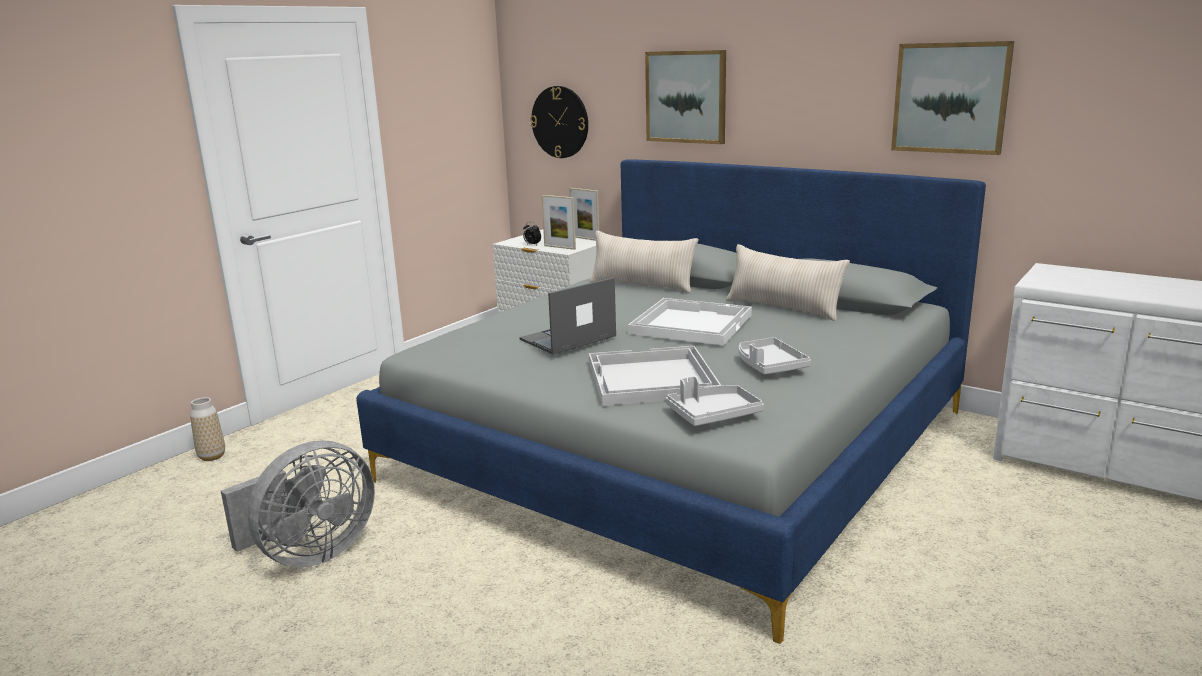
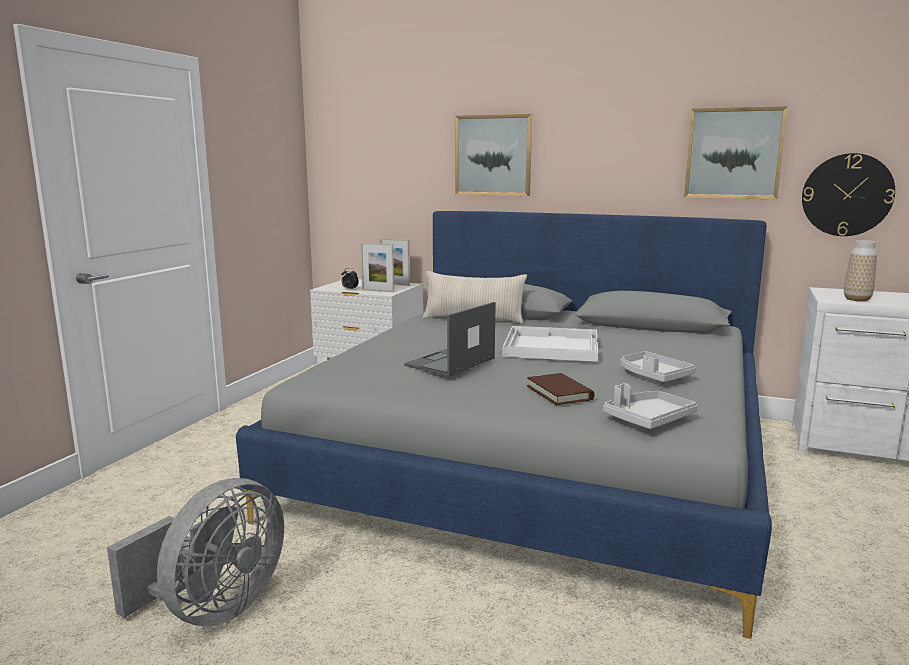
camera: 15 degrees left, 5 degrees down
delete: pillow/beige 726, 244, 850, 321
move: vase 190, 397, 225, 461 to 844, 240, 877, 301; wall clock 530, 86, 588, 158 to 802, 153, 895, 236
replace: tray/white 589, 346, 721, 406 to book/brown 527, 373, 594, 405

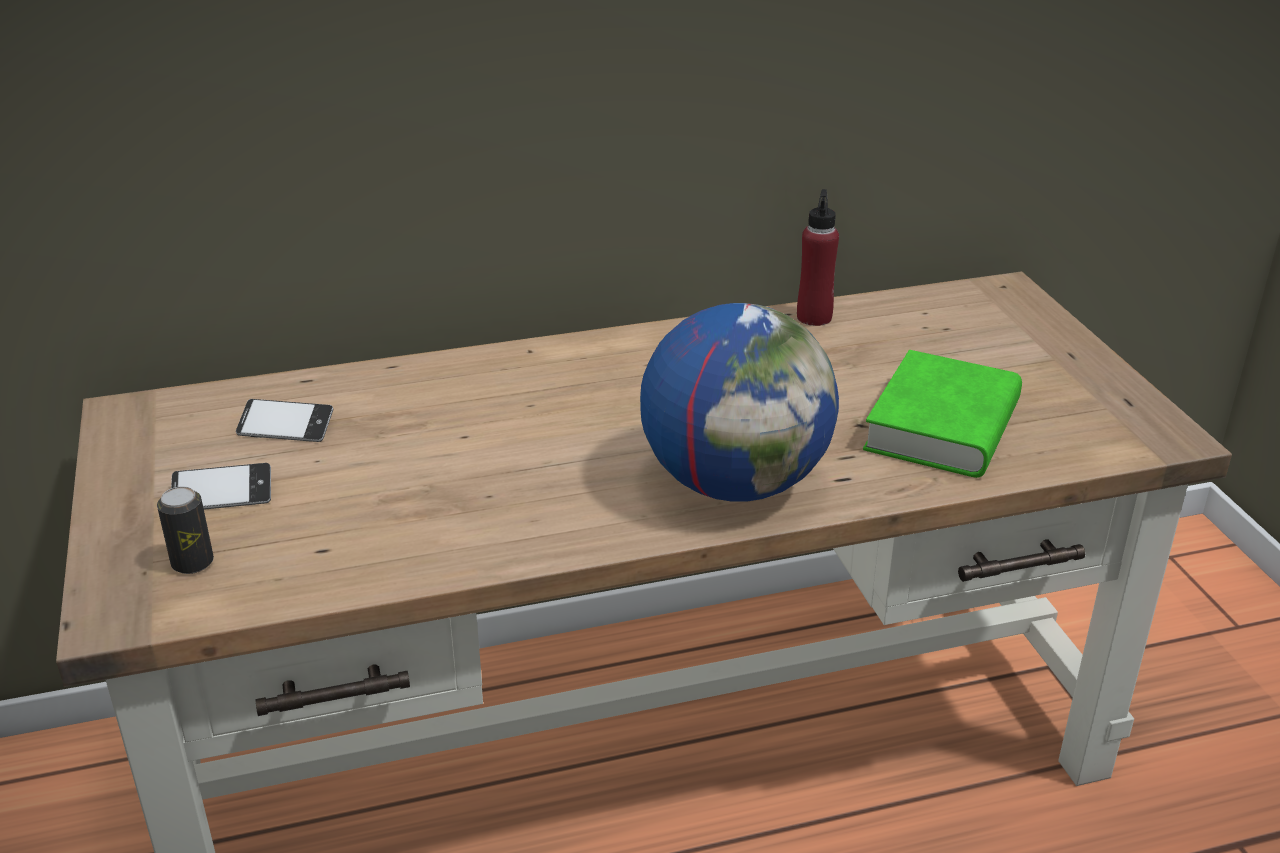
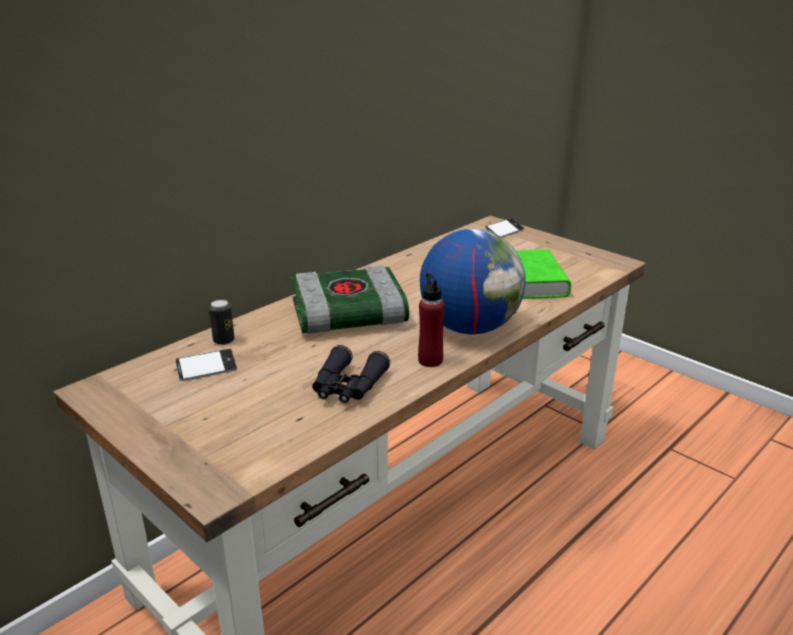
camera: 30 degrees left, 5 degrees down
insert: book 291, 265, 409, 334; binoculars/black 312, 345, 390, 403
move: can 157, 486, 214, 574 to 209, 299, 235, 345; phone 171, 463, 271, 510 to 485, 218, 524, 237; bottle/red 797, 189, 839, 326 to 418, 273, 445, 367

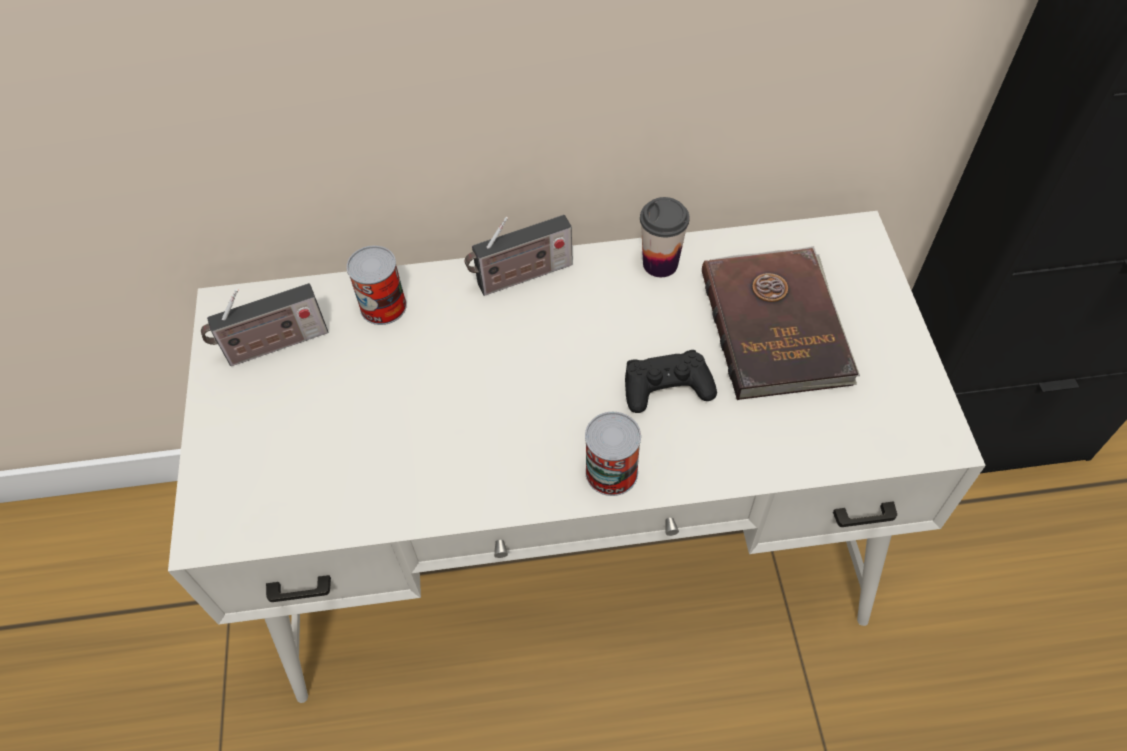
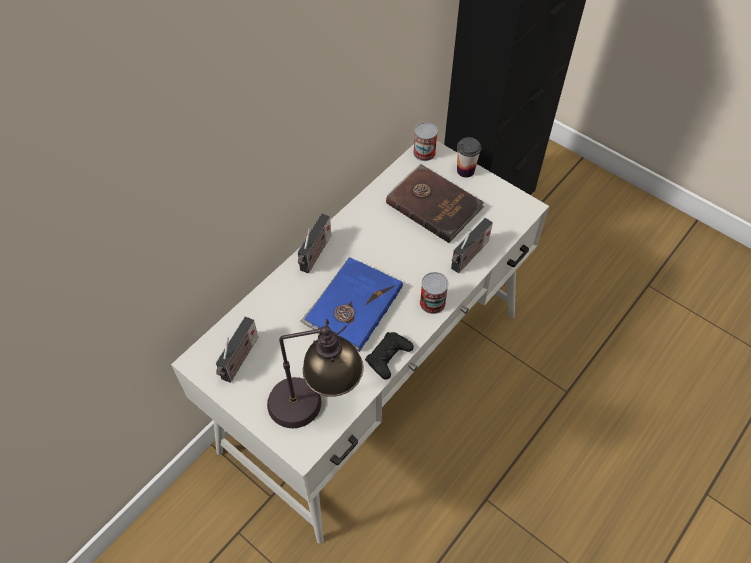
camera: 45 degrees left, 0 degrees up
insert: table lamp 267, 319, 363, 428; book/blue 300, 257, 403, 352; radio 451, 218, 493, 273
move: can 346, 246, 407, 325 to 413, 122, 438, 161; game controller/black 625, 350, 717, 413 to 365, 332, 414, 380; cup 640, 197, 689, 277 to 457, 137, 481, 178

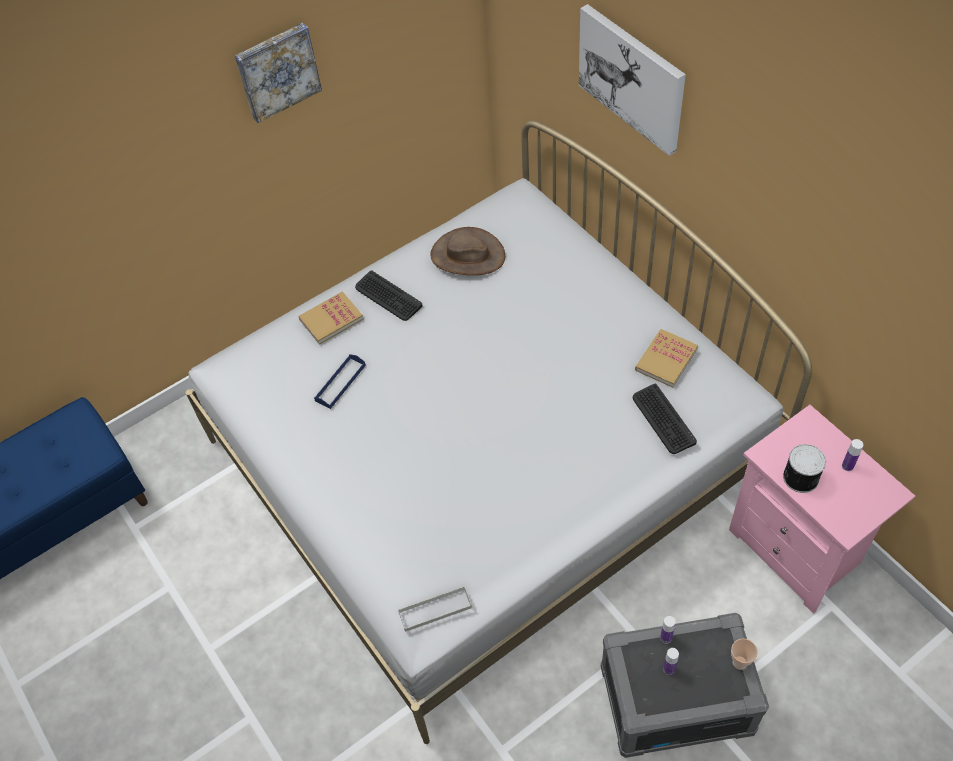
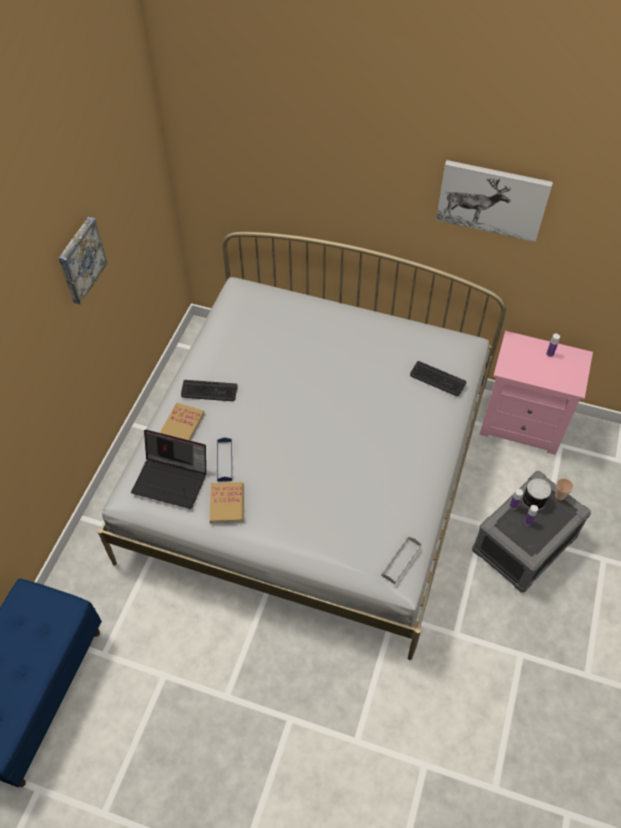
camera: 40 degrees left, 0 degrees up
delete: hat/brown 430, 227, 505, 275
insert: laptop 131, 430, 206, 509
move: picture 579, 4, 686, 156 to 436, 160, 553, 242; book 635, 329, 698, 388 to 210, 482, 244, 524; can 783, 444, 826, 493 to 522, 478, 551, 510

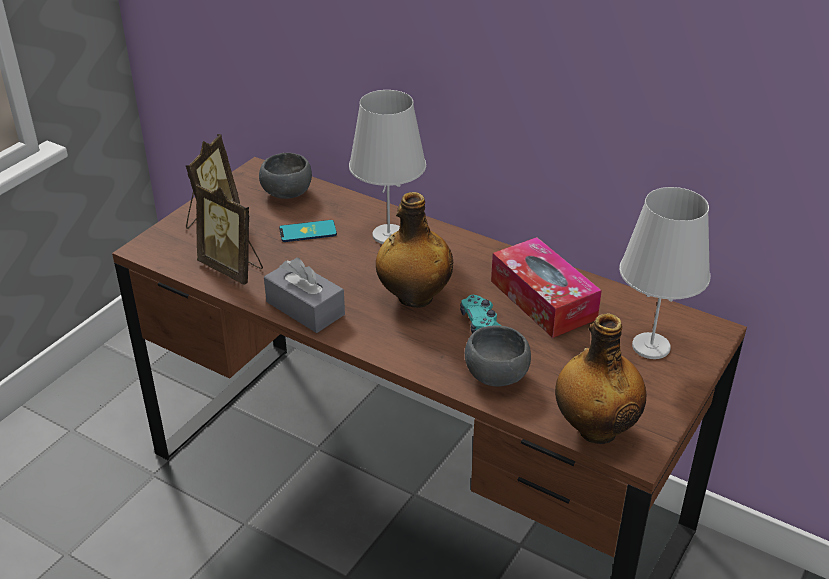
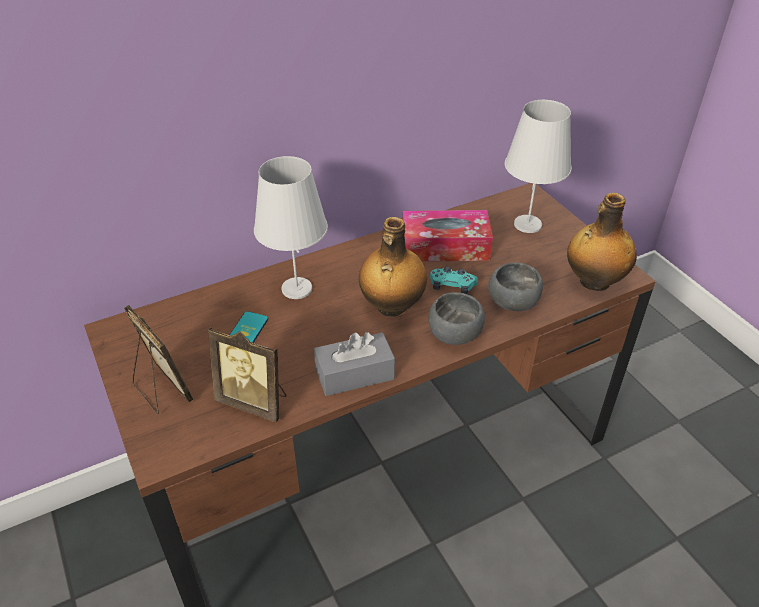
camera: 60 degrees left, 5 degrees up
move: bowl/grey 259, 153, 312, 199 to 428, 292, 485, 345
rotate: picture frame 196, 184, 263, 285 = 208, 327, 286, 422 45 degrees clockwise

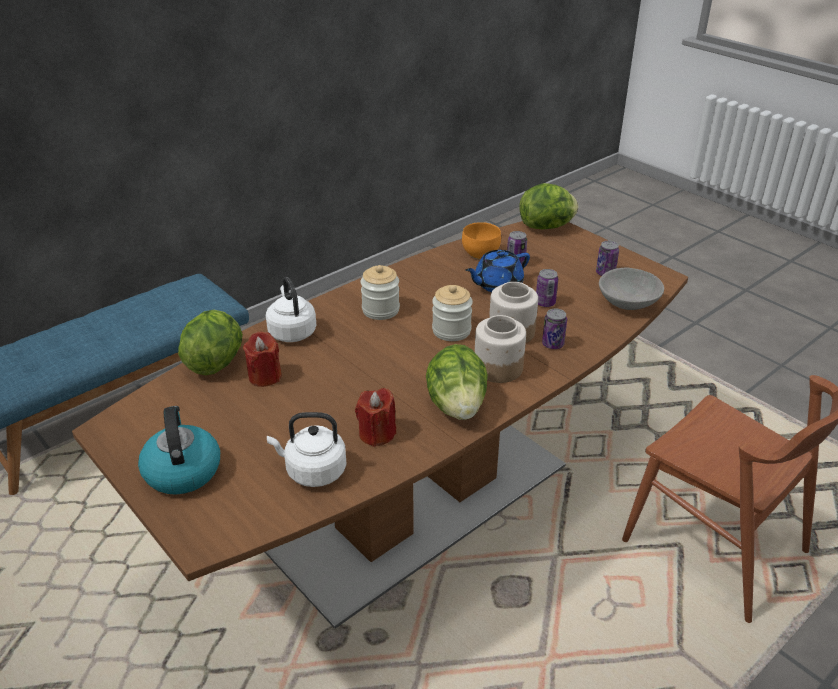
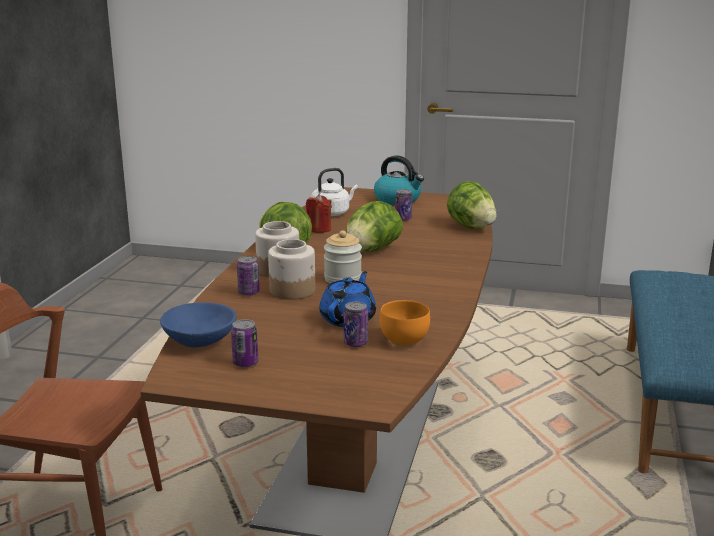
camera: 145 degrees right, 15 degrees down
delete: candle/red 243, 331, 282, 387; kettle/white 266, 277, 316, 342; jar 361, 265, 400, 320
move: lettuce 520, 183, 578, 229 to 346, 201, 403, 252; can 536, 269, 558, 307 to 395, 189, 412, 221
recolor: bowl/grey 599, 268, 664, 310 to bowl/blue 160, 302, 236, 347

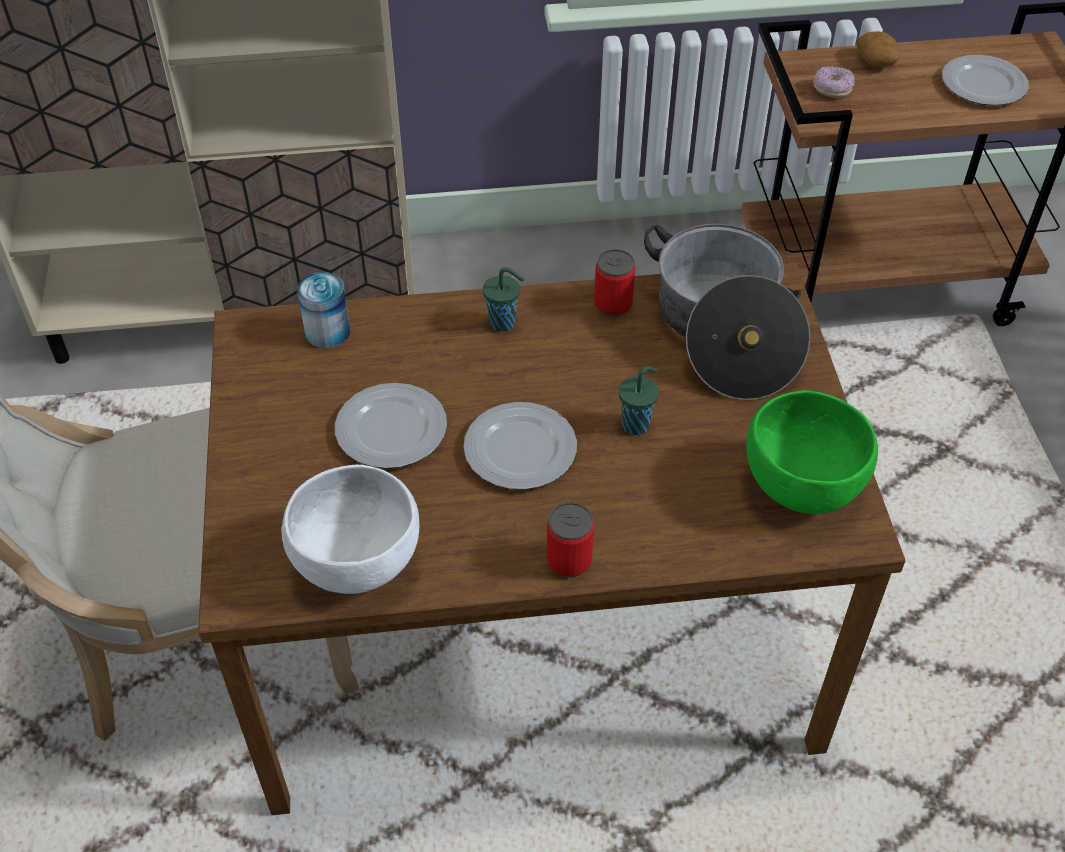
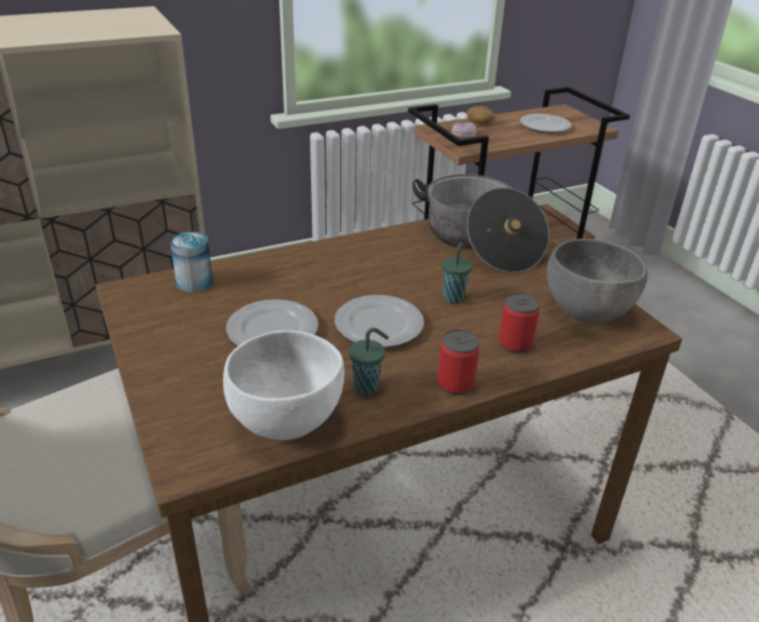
camera: 20 degrees left, 15 degrees down
move: cup/green 483, 267, 524, 332 to 349, 328, 389, 395; can 594, 249, 635, 317 to 498, 293, 540, 354
recolor: bowl/green 746, 390, 878, 514 to bowl/grey 547, 239, 648, 324

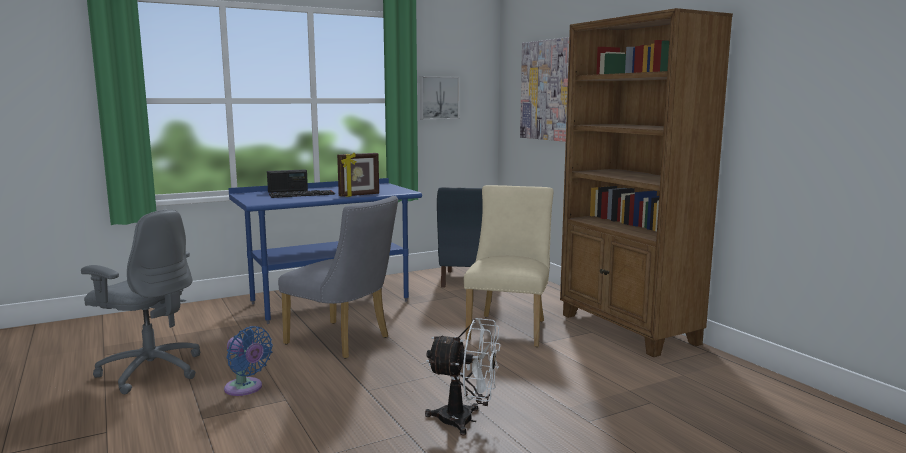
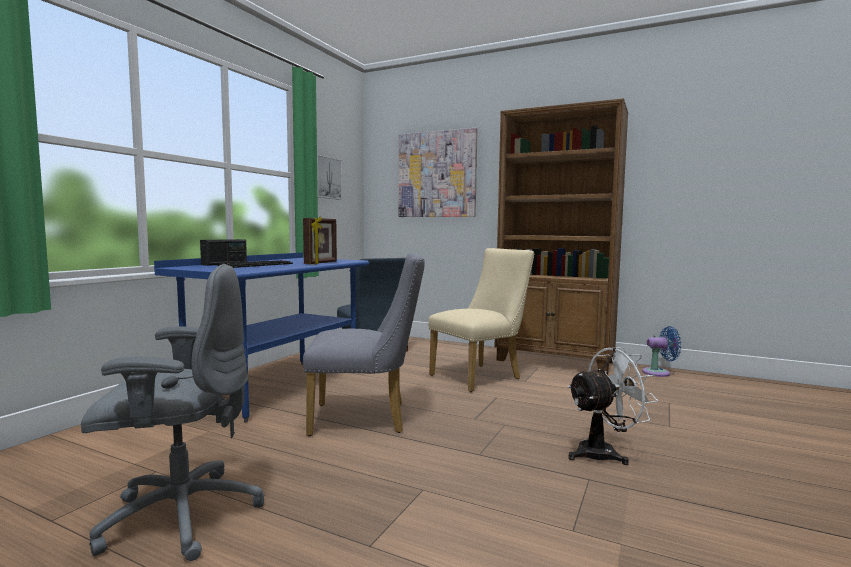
camera: 35 degrees left, 5 degrees down
move: fan/blue 224, 326, 273, 396 to 642, 326, 681, 377
rotate: chair/beige 464, 185, 554, 347 = 428, 248, 534, 392 75 degrees clockwise

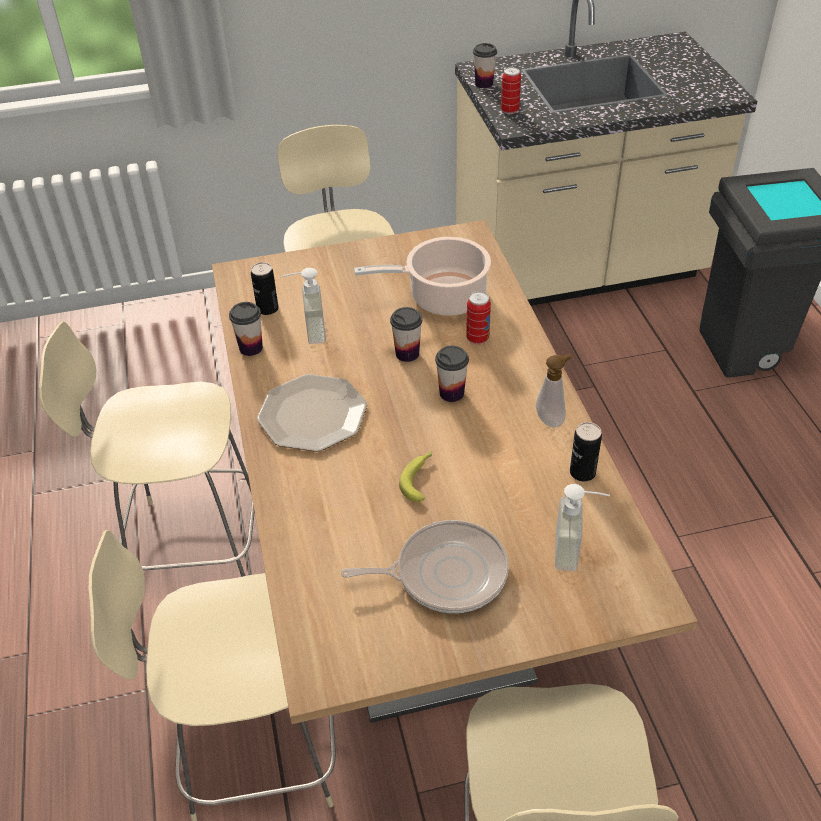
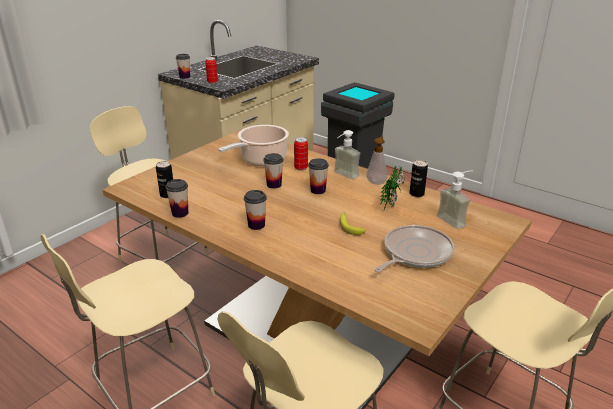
camera: 40 degrees left, 15 degrees down
insert: potted plant 380, 166, 405, 209
move: soap dispenser 282, 268, 326, 344 to 334, 130, 361, 179
replace: plate 257, 374, 367, 452 to cup 244, 190, 267, 230

